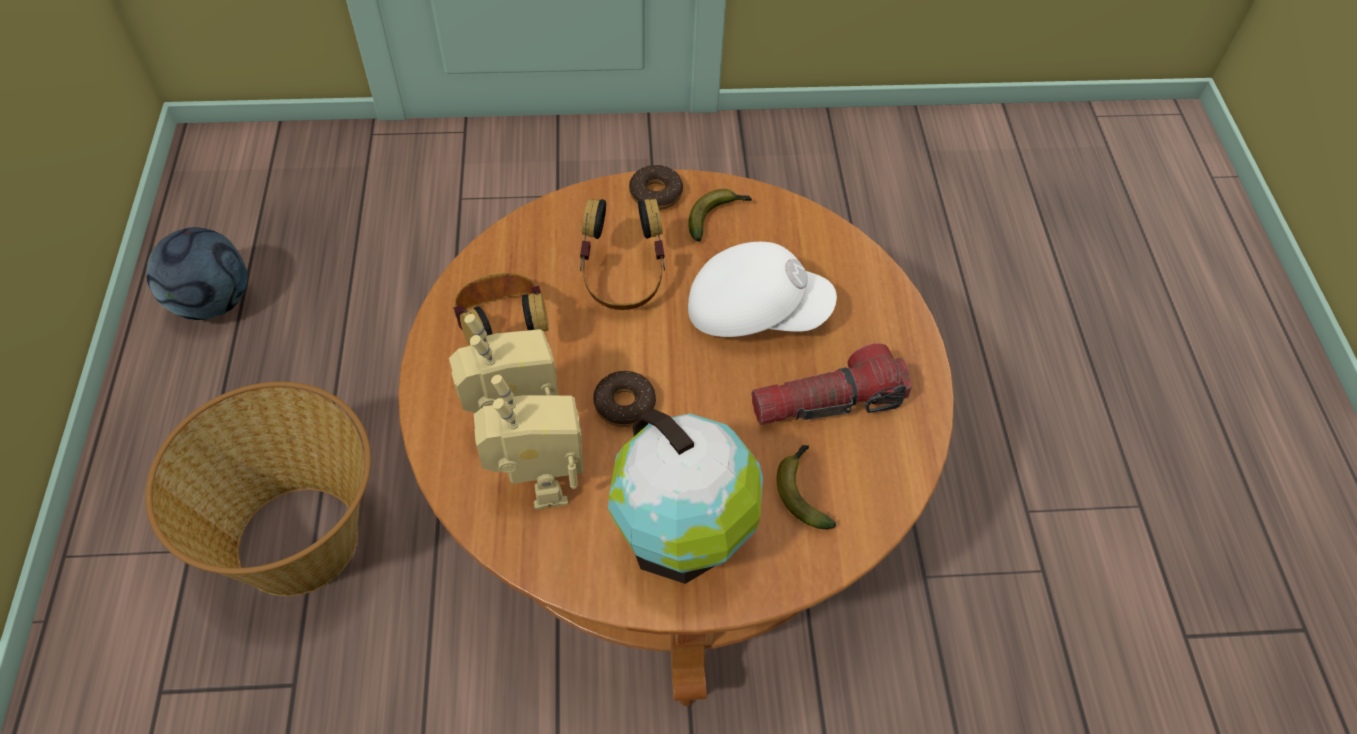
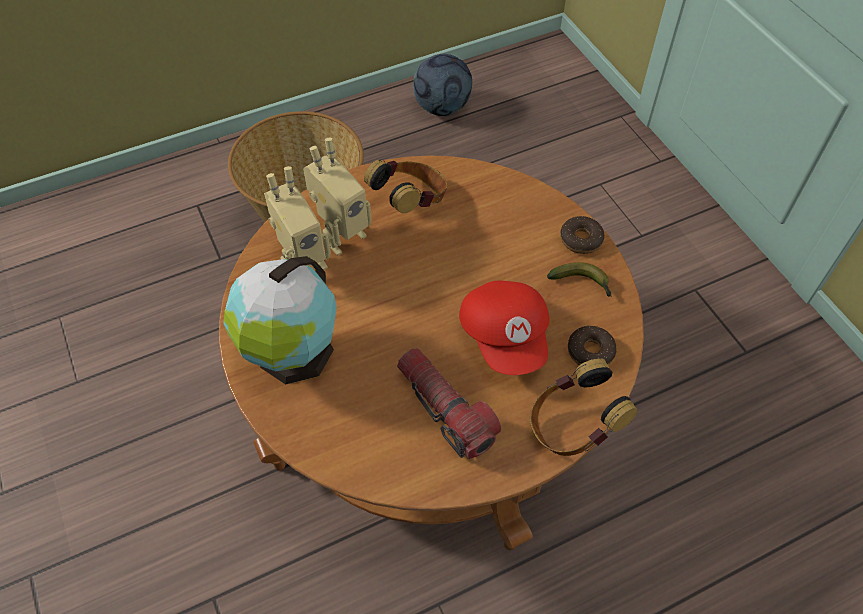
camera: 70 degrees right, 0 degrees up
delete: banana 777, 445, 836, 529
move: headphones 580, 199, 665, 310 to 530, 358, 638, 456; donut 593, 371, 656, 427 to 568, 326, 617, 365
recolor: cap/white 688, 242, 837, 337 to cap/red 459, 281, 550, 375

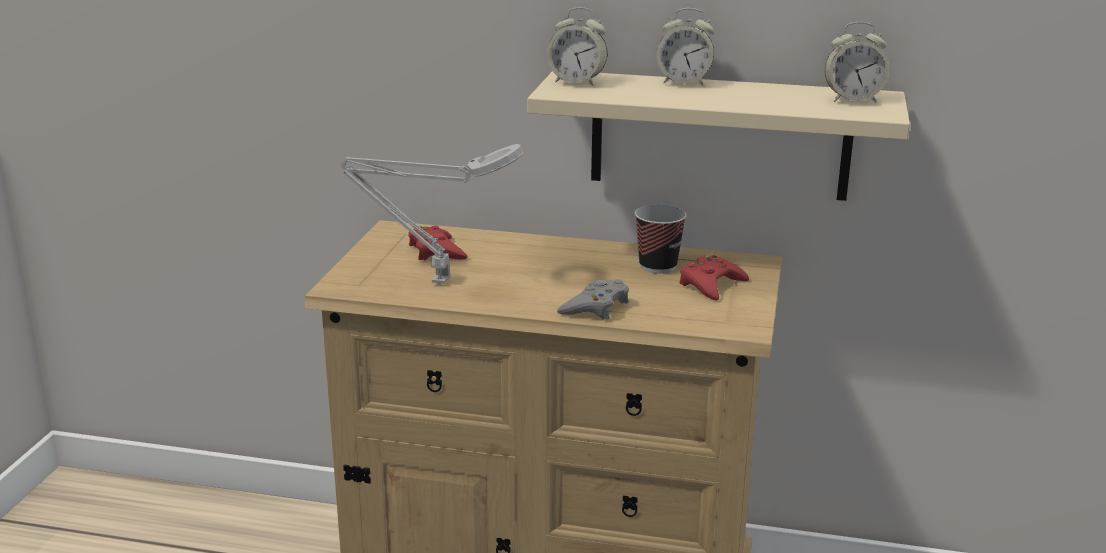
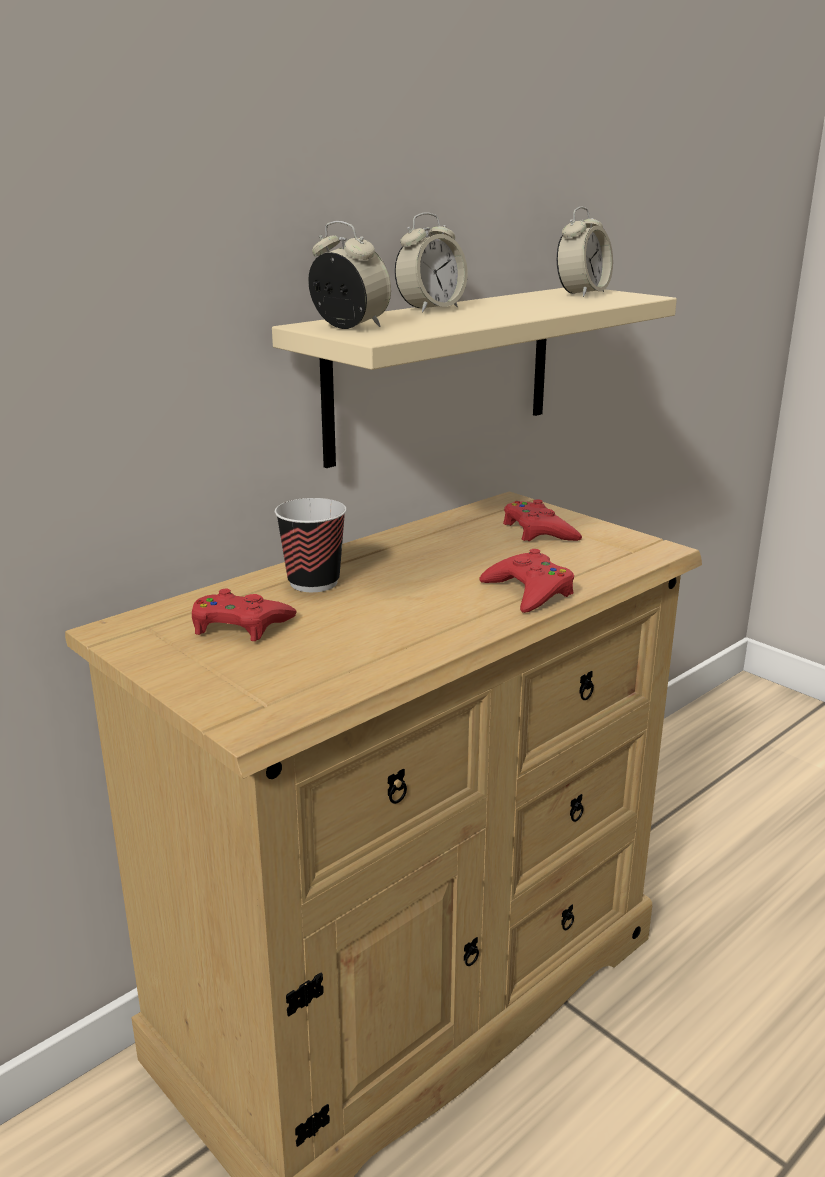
camera: 55 degrees left, 0 degrees up
delete: table lamp/grey 341, 144, 524, 285
move: cup 635, 204, 687, 274 to 275, 498, 347, 592
recolor: game controller/grey 557, 279, 629, 319 to game controller/red 479, 549, 574, 613
rotate: alarm clock 547, 7, 607, 86 = 308, 221, 391, 329 105 degrees counterclockwise

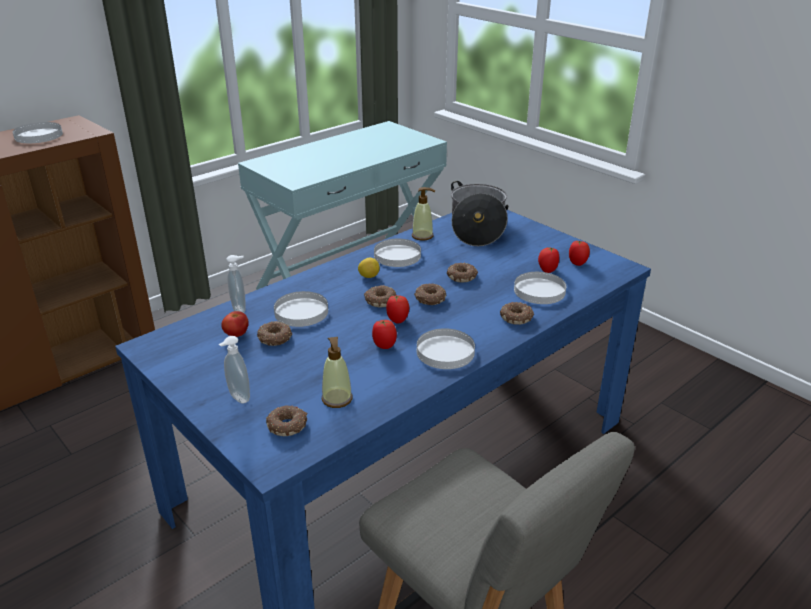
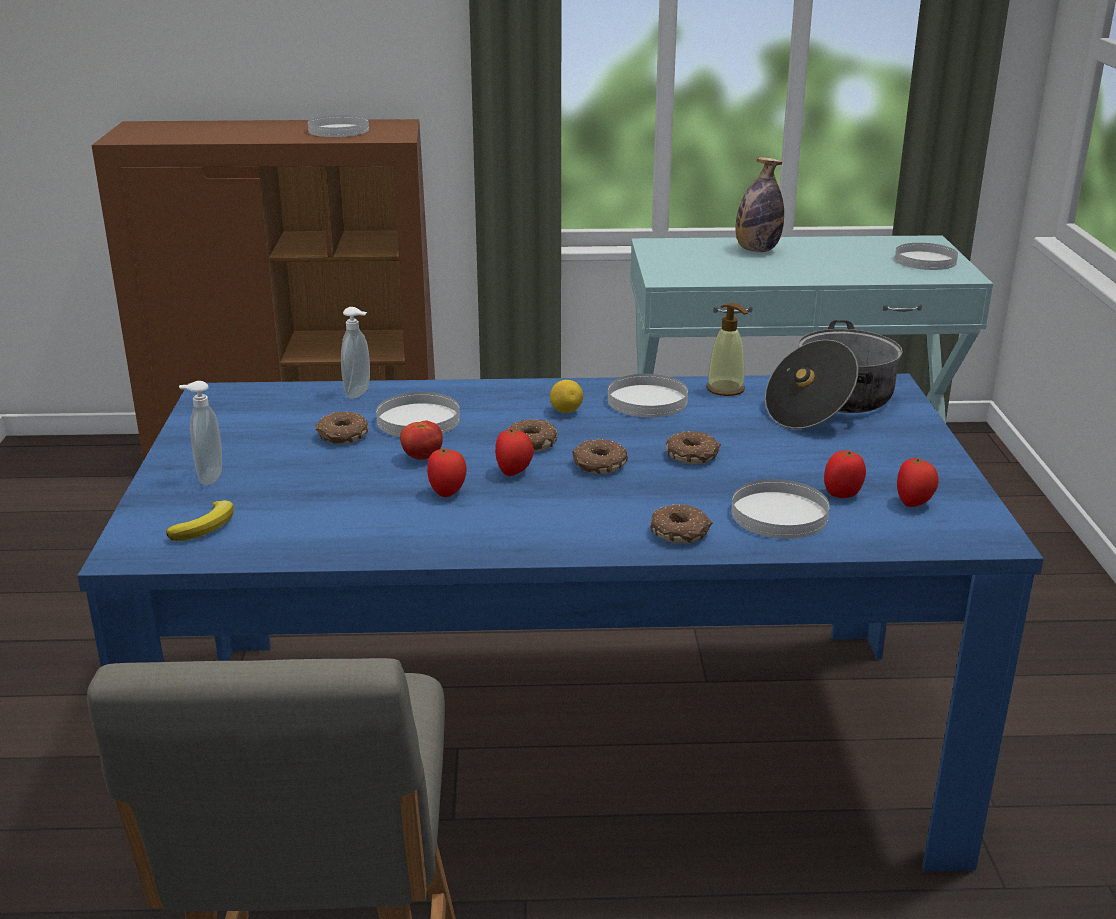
camera: 40 degrees right, 5 degrees down
delete: soap dispenser 322, 337, 353, 408
insert: bottle 735, 157, 784, 252
move: tomato 221, 311, 249, 337 to 400, 421, 443, 460; plate/white 417, 328, 475, 369 to 895, 243, 958, 270
replace: donut 266, 405, 307, 436 to banana 166, 500, 234, 541

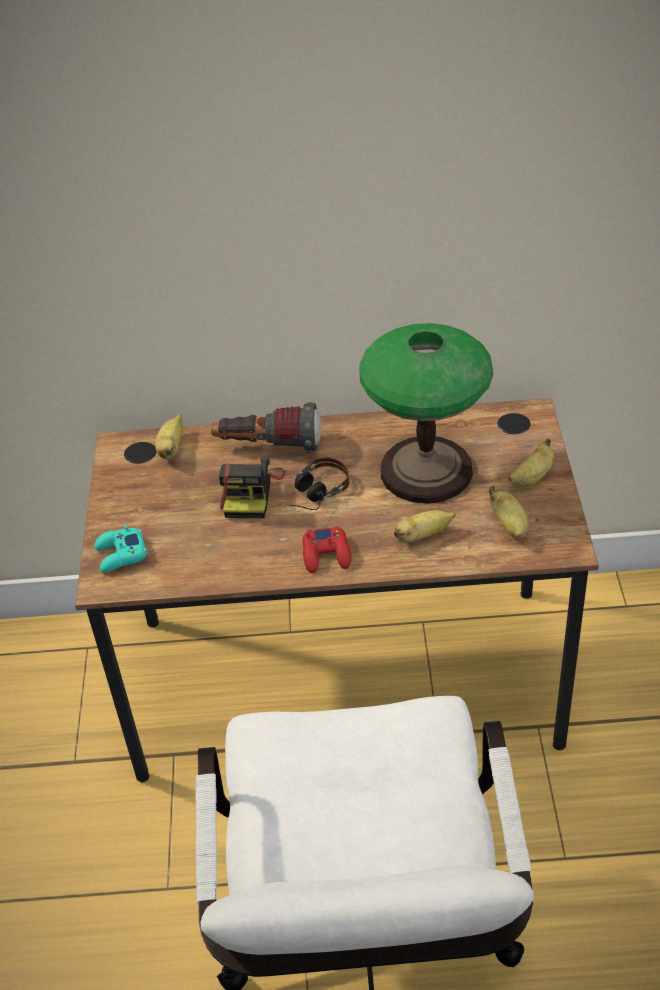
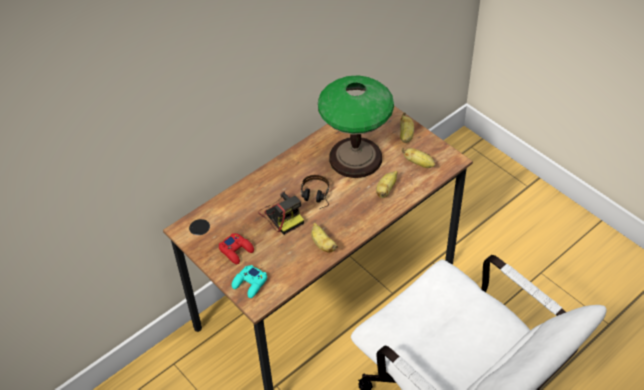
camera: 40 degrees left, 5 degrees up
delete: flashlight 211, 402, 321, 453
move: banana 155, 414, 183, 460 to 311, 223, 338, 252; game controller/red 303, 526, 351, 573 to 219, 233, 254, 264

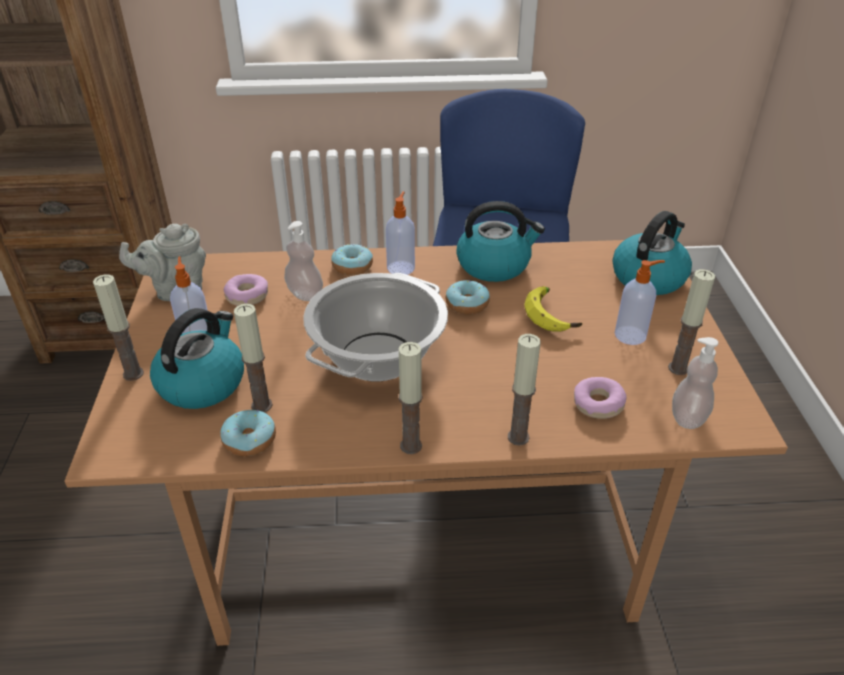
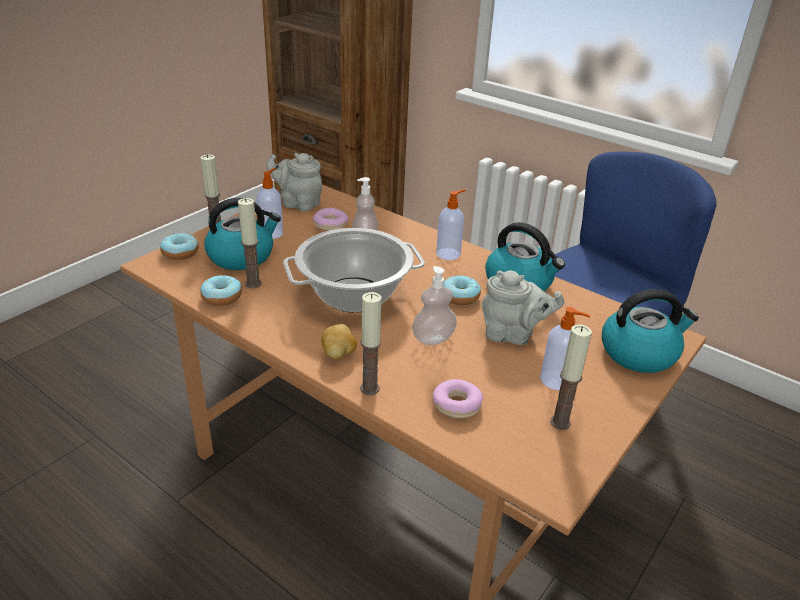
camera: 40 degrees right, 5 degrees down
delete: candle 399, 342, 423, 454
insert: potato 321, 324, 357, 359
move: donut 331, 244, 373, 275 to 160, 233, 199, 260; soap dispenser 672, 337, 719, 429 to 412, 266, 457, 345
replace: banana 524, 286, 582, 332 to teapot/grey 482, 270, 564, 345

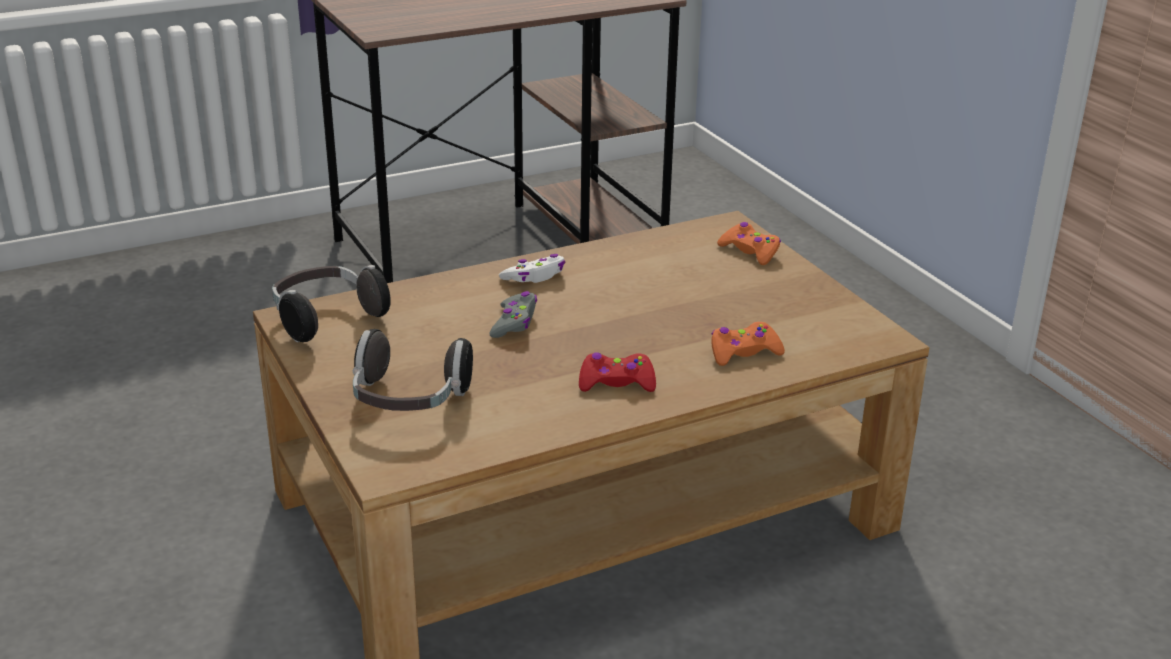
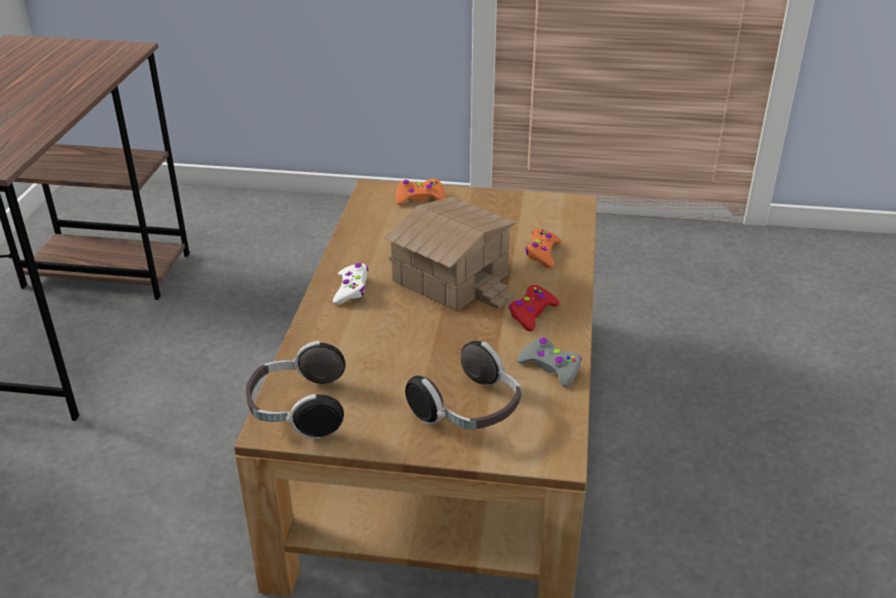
camera: 55 degrees left, 5 degrees up
insert: toy house 384, 197, 517, 311
move: game controller/grey 490, 291, 537, 338 to 517, 337, 582, 387

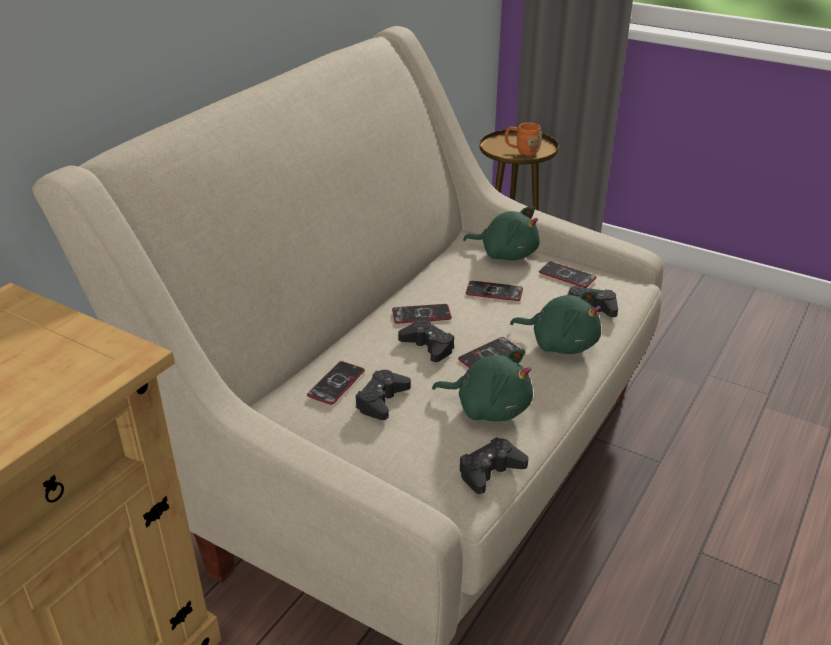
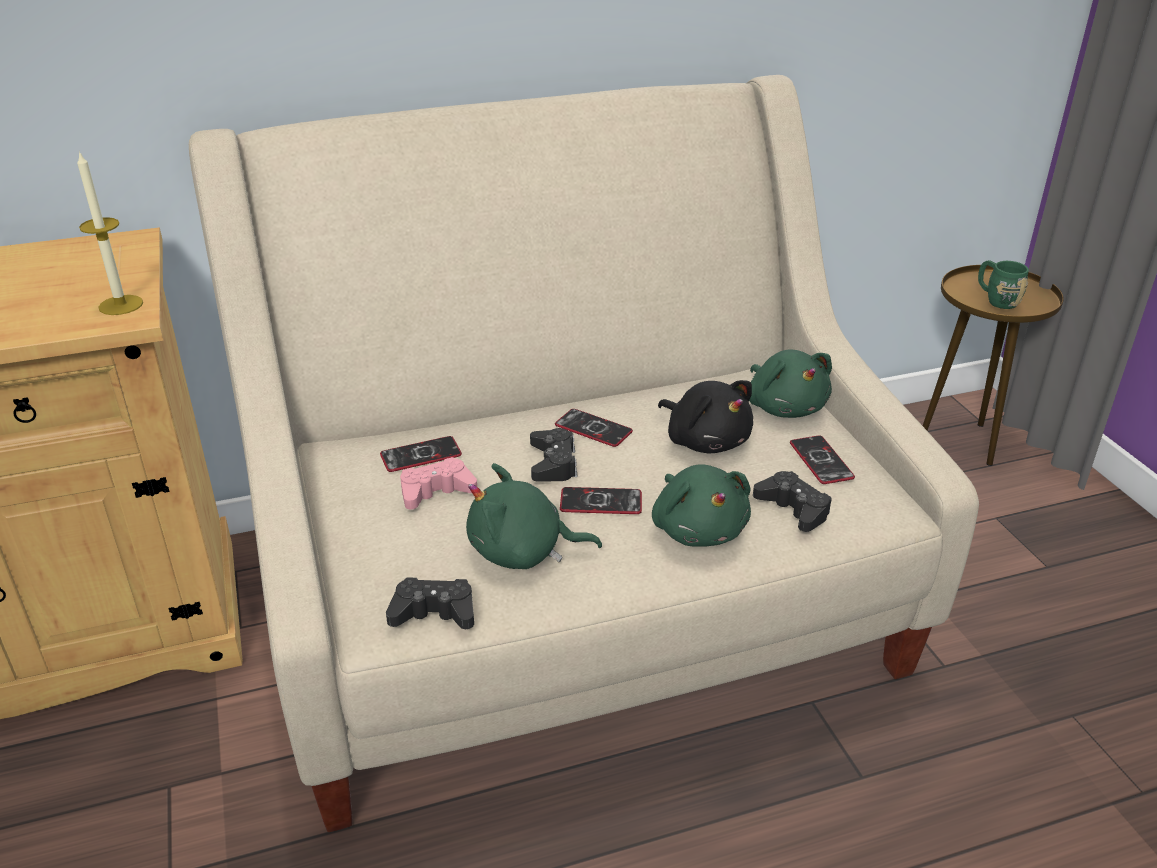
camera: 40 degrees right, 0 degrees up
insert: candle 77, 151, 143, 315
replace: phone 466, 281, 523, 301 to plush toy/black 658, 380, 753, 453
recolor: game controller/black 355, 370, 411, 420 to game controller/pink 400, 457, 477, 510; mug/orange 505, 123, 542, 155 to mug/green 978, 260, 1029, 309
rotate: plush toy/green 432, 349, 533, 421 = 466, 463, 602, 569 120 degrees clockwise

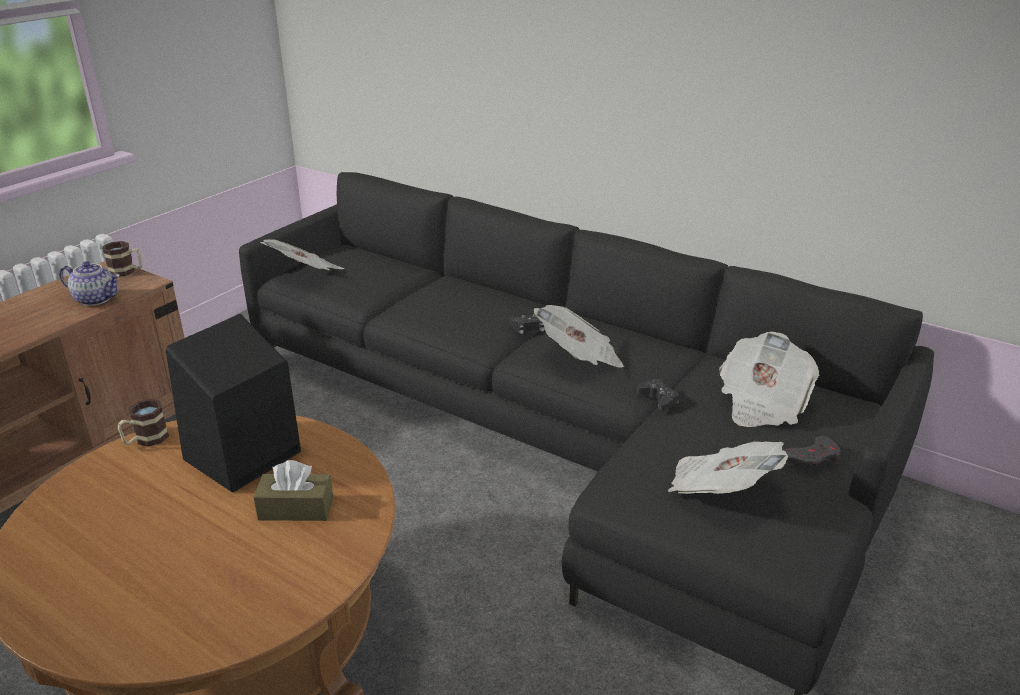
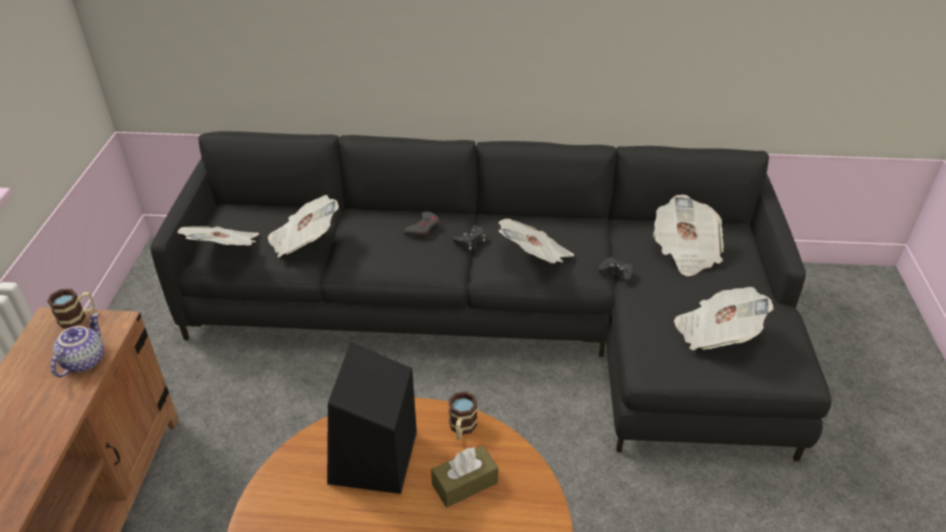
camera: 30 degrees left, 10 degrees up
insert: newspaper 267, 195, 339, 258
move: mug 117, 399, 169, 447 to 448, 391, 478, 439; game controller/grey 783, 436, 841, 471 to 403, 211, 439, 237
rotate: teapot 59, 261, 120, 306 = 51, 313, 104, 377 60 degrees counterclockwise

